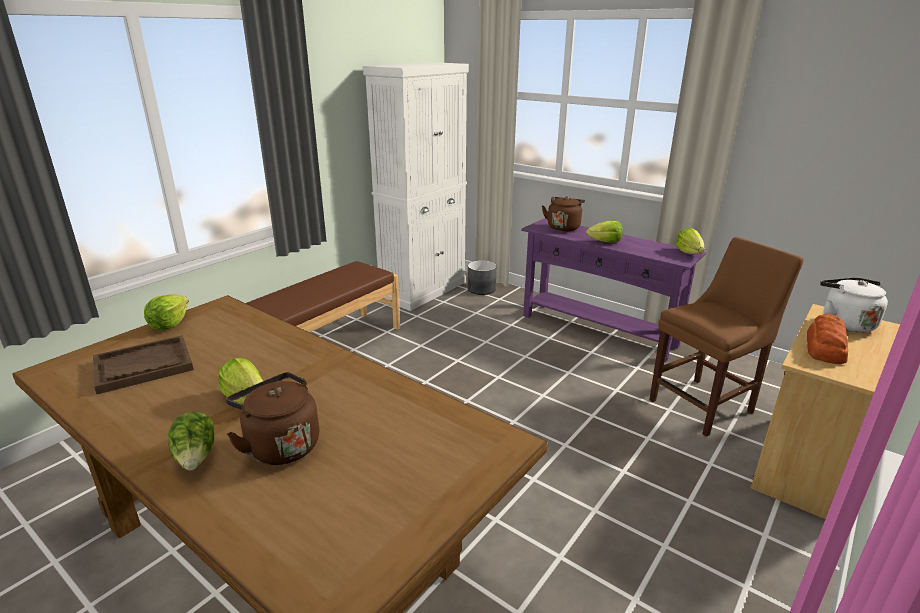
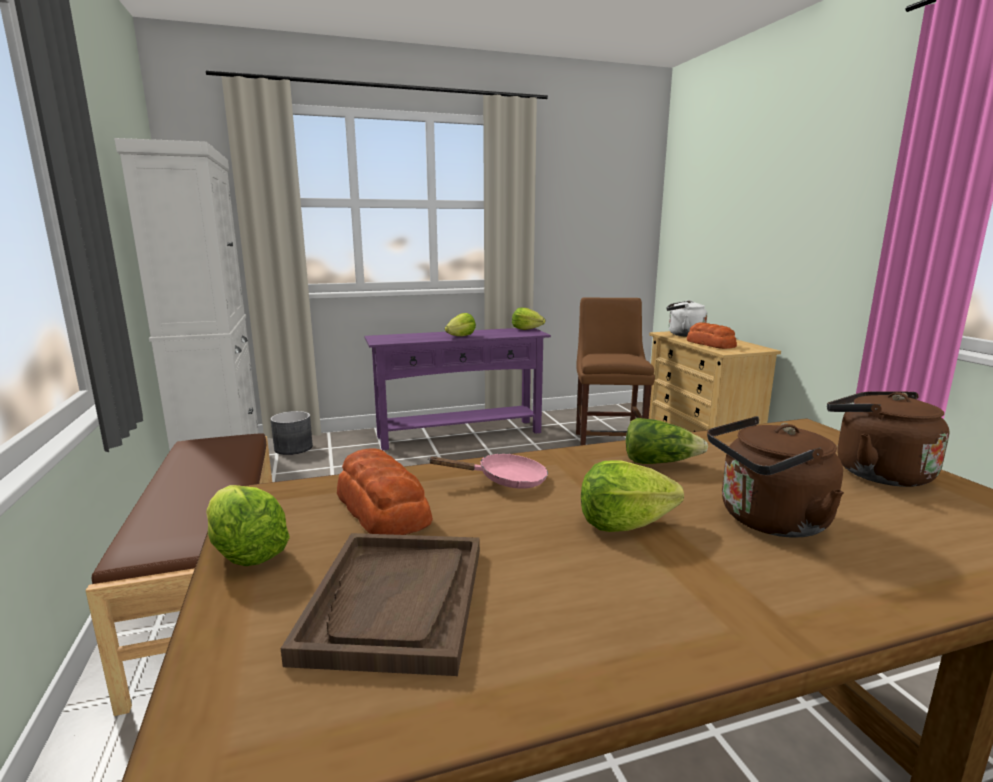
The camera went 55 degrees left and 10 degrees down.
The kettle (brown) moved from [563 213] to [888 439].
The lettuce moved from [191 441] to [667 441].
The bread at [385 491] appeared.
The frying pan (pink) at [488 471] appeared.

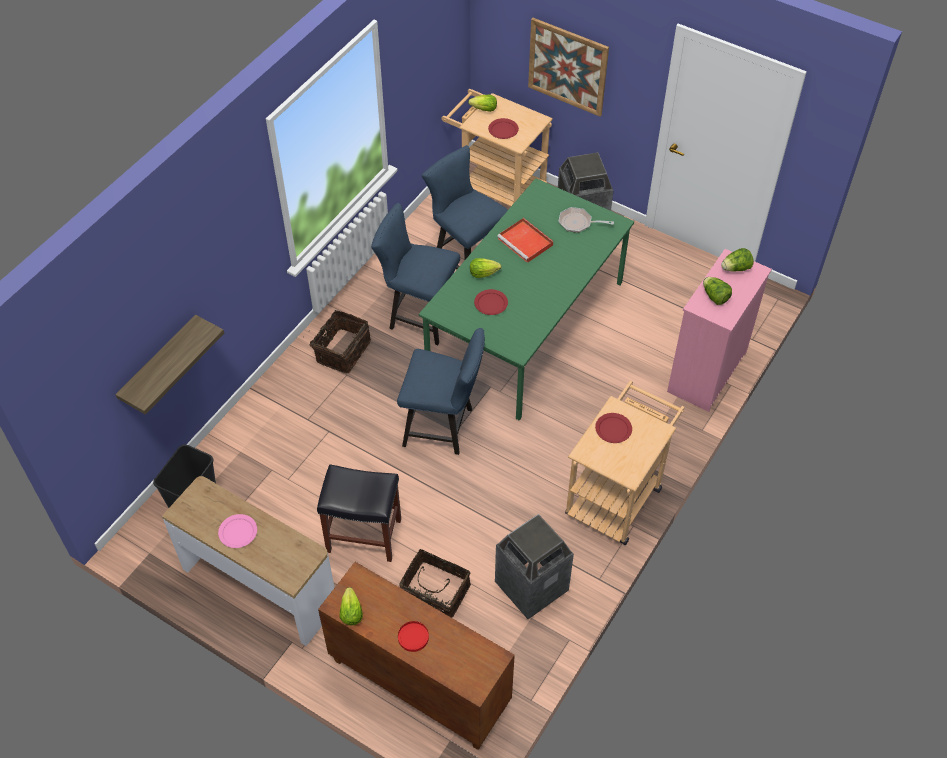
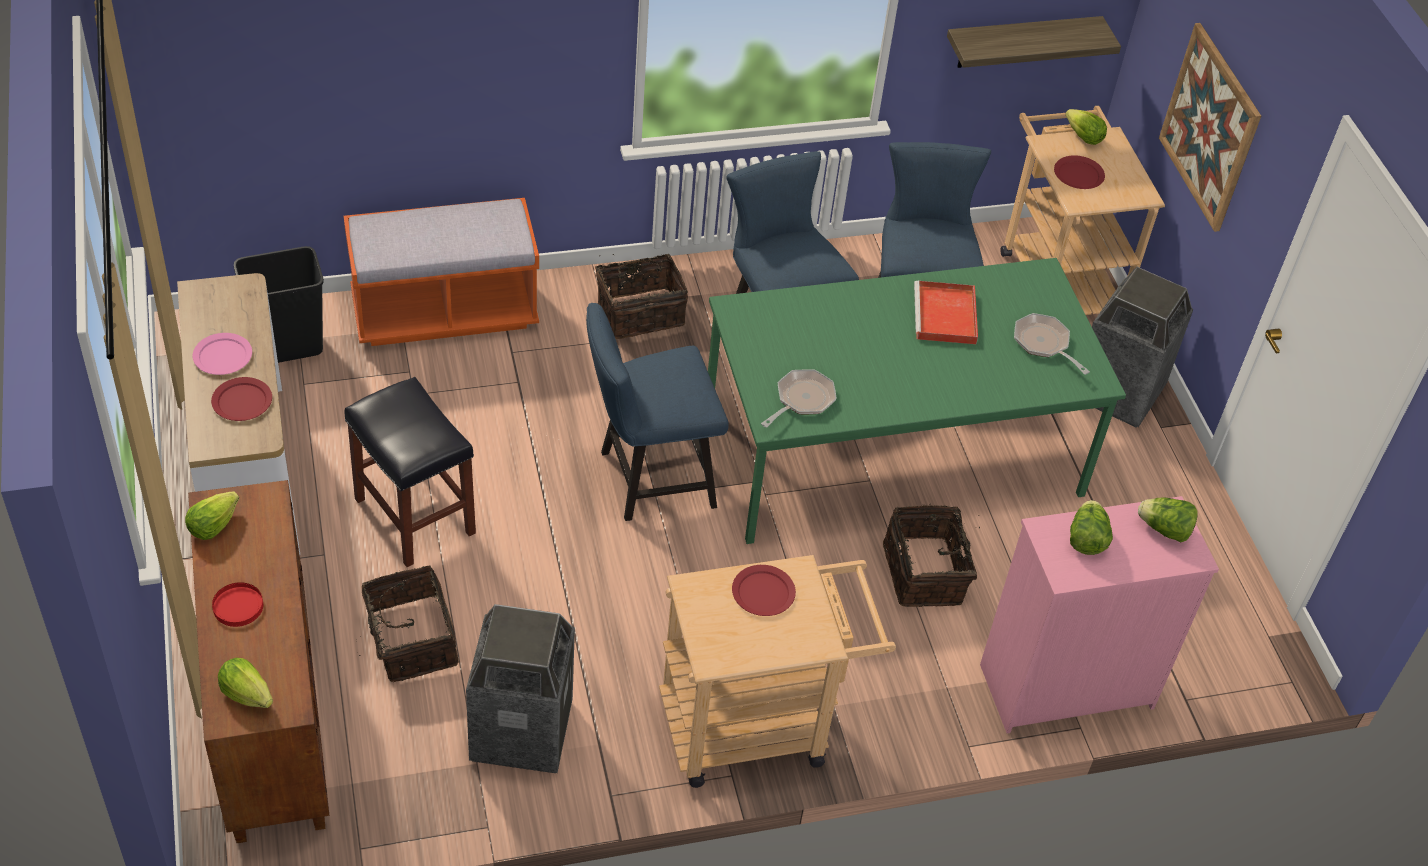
The camera went 40 degrees right and 5 degrees down.
The lettuce moved from [485 268] to [245 683].
The plate (red) moved from [491 302] to [241 399].
The shelf moved from [169 365] to [1034 42].
The chair (blue) at [441 391] turned 105 degrees clockwise.
The bench (orange) at [441 272] appeared.
The frying pan at [799 399] appeared.
The basket at [931 555] appeared.

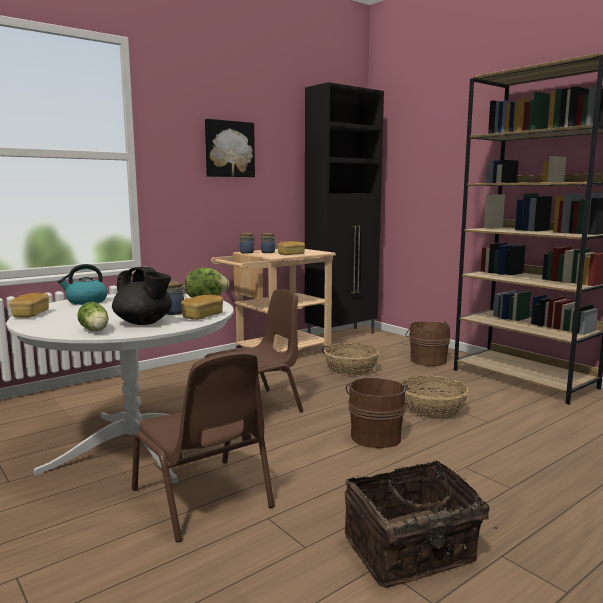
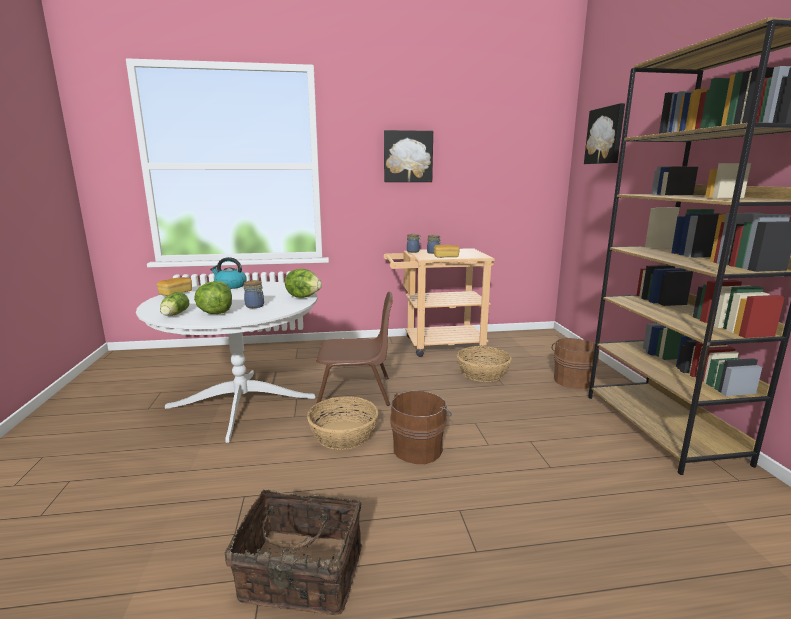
The camera went 30 degrees right and 5 degrees up.
The cabinet (black) at [344 208] disappeared.
The teapot (black) at [142 296] was replaced by the lettuce at [213 297].
The bread at [202 307] disappeared.
The chair (brown) at [203 447] disappeared.
The basket moved from [434 397] to [342 423].
The picture at [604 133] appeared.

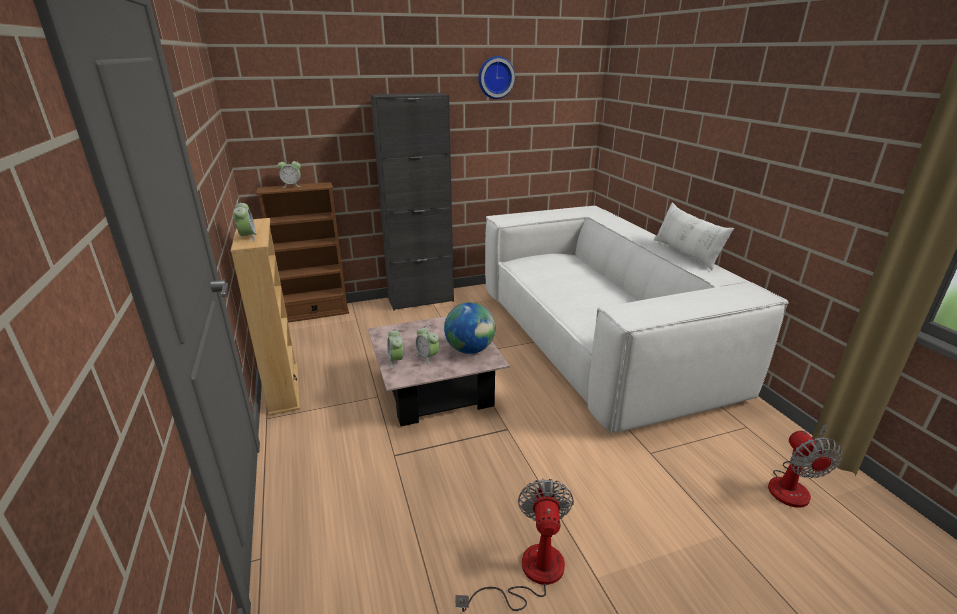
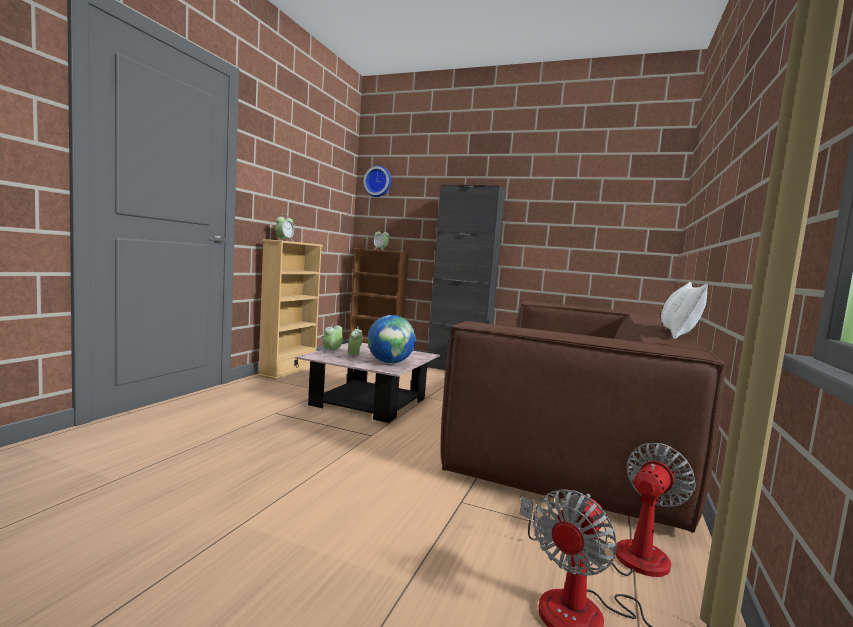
The camera went 40 degrees right and 20 degrees down.
The wall clock moved from [496 77] to [377 181].
The sofa (white) at [637 320] became the sofa (brown) at [583 417].
The fan moved from [514 545] to [608 510].

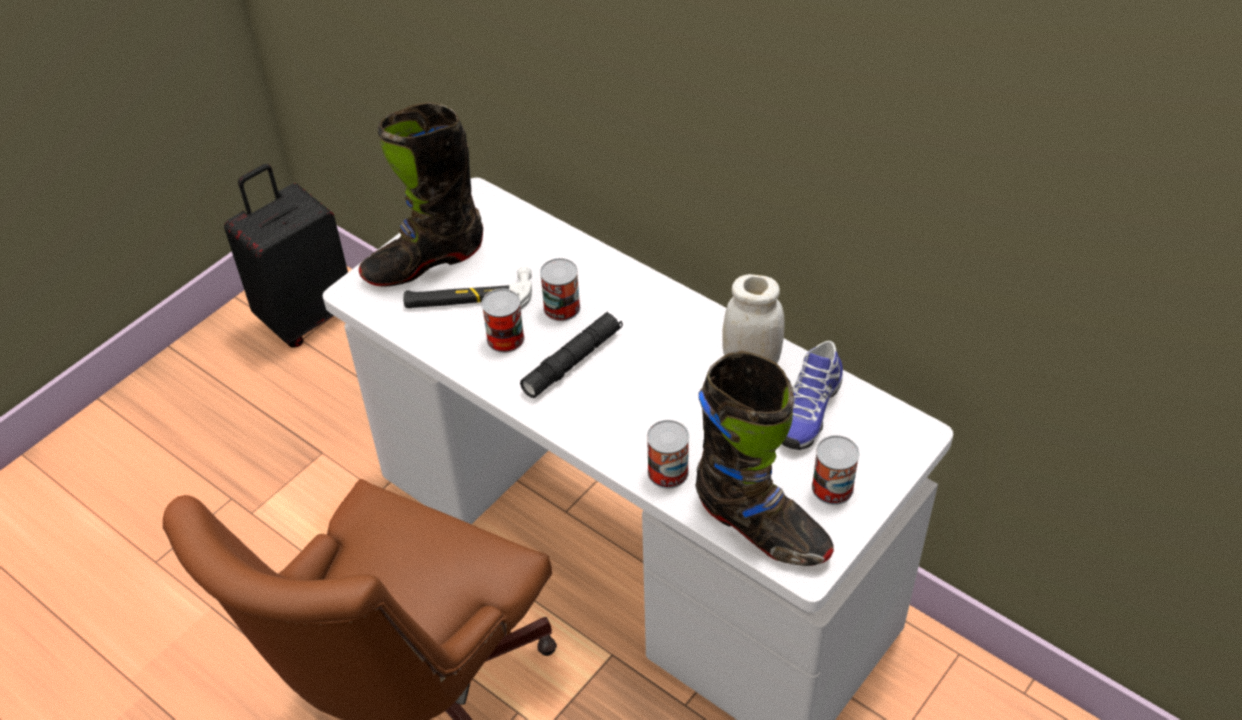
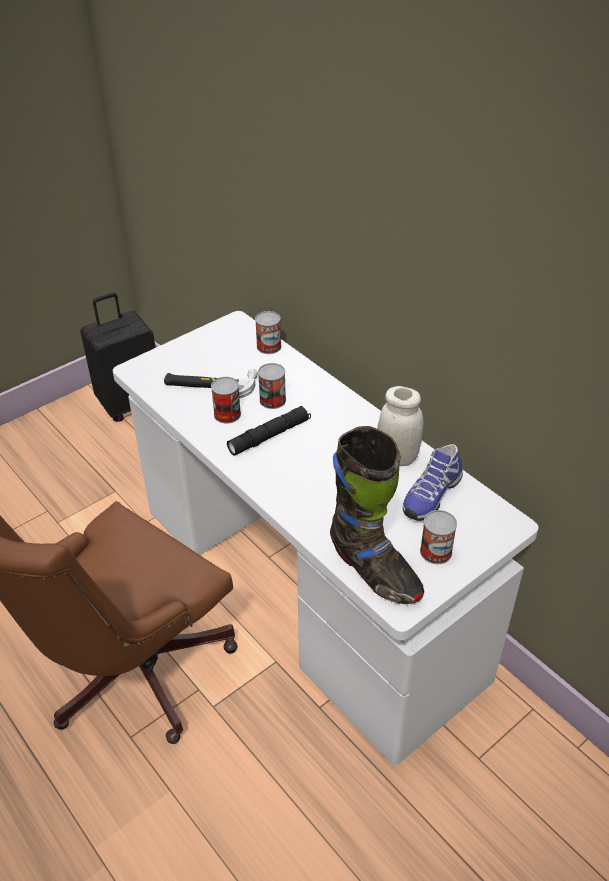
The camera went 10 degrees right and 5 degrees down.
The boot (black) at [421 194] disappeared.
The can moved from [668 454] to [268 332].

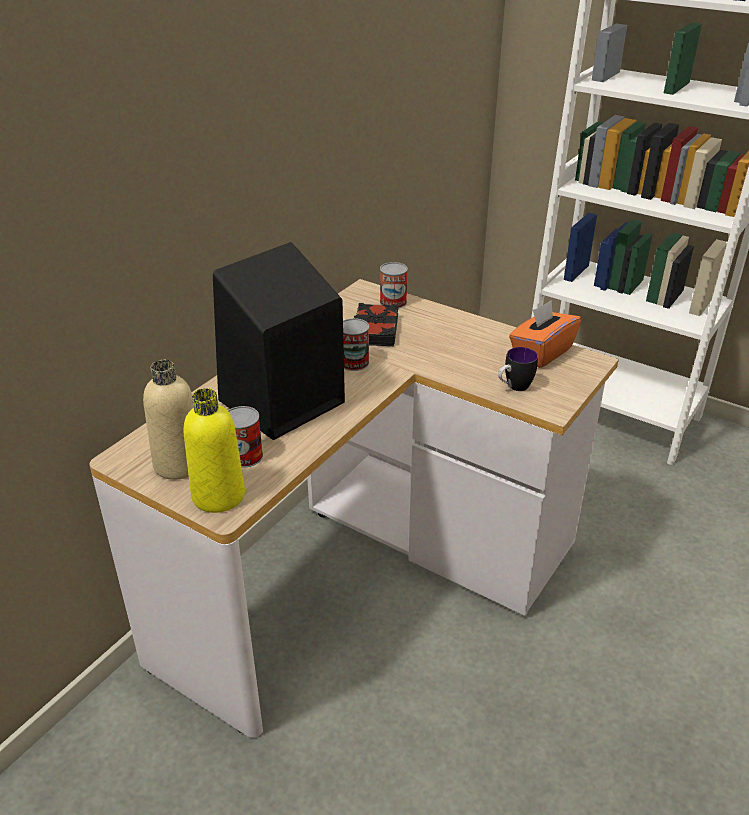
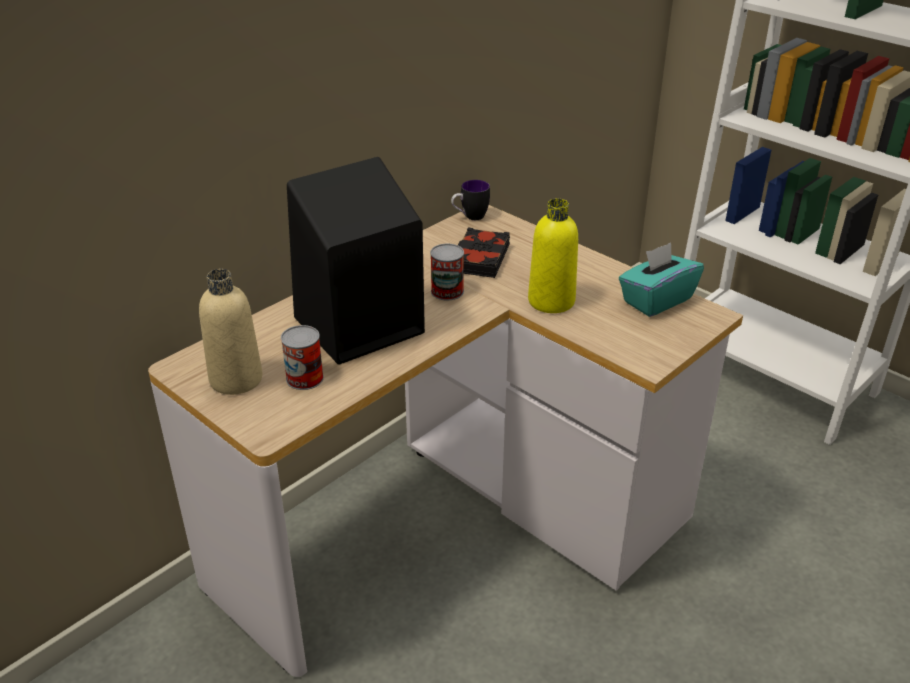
The camera went 10 degrees right and 0 degrees up.
The can at [394 285] disappeared.
The tissue box (orange) at [545 334] became the tissue box (turquoise) at [661 279].
The mug moved from [518 369] to [470 200].
The bottle (yellow) moved from [214 450] to [553 255].

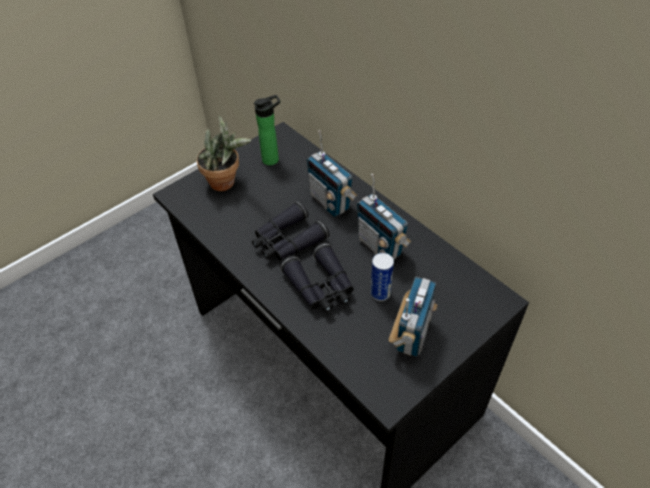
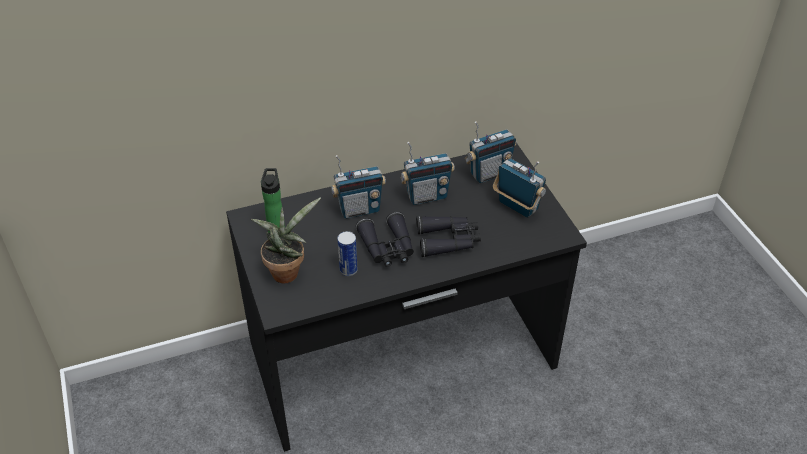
The camera went 70 degrees left and 5 degrees down.
The can moved from [382 277] to [347 253].
The radio at [491 152] appeared.

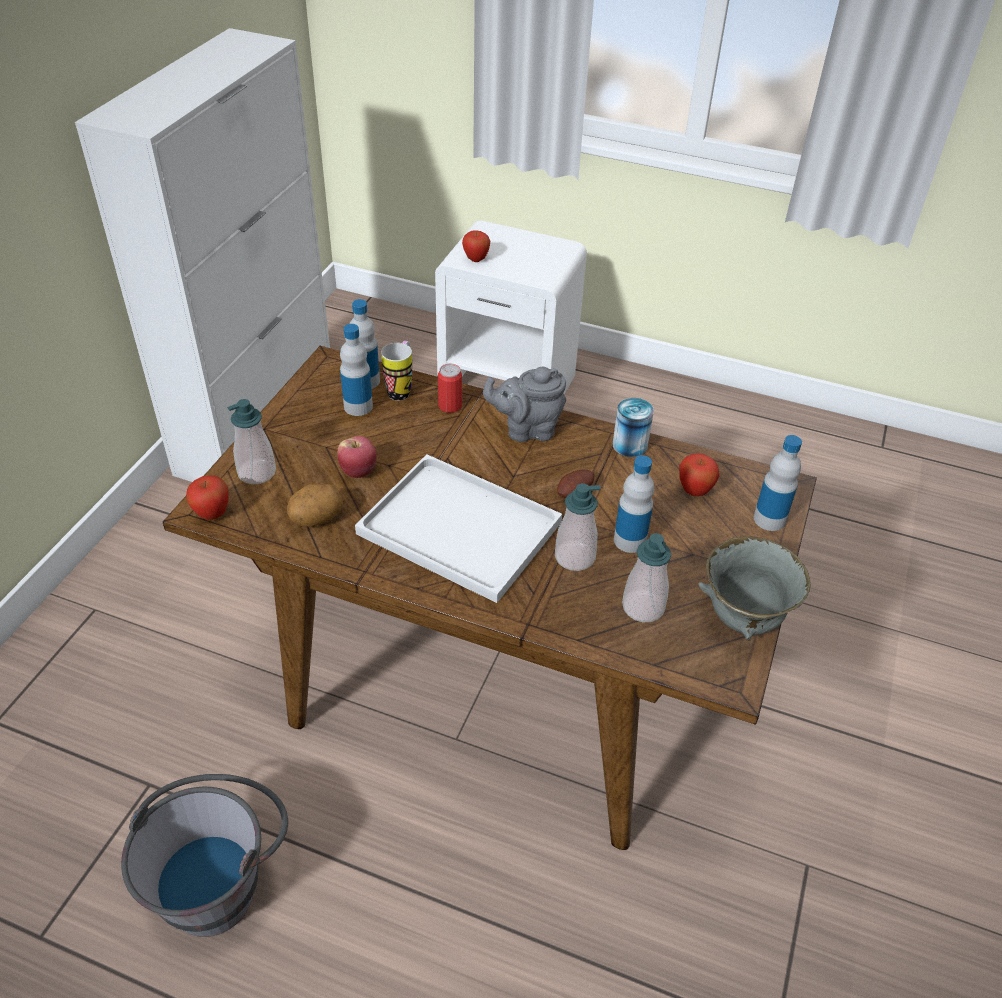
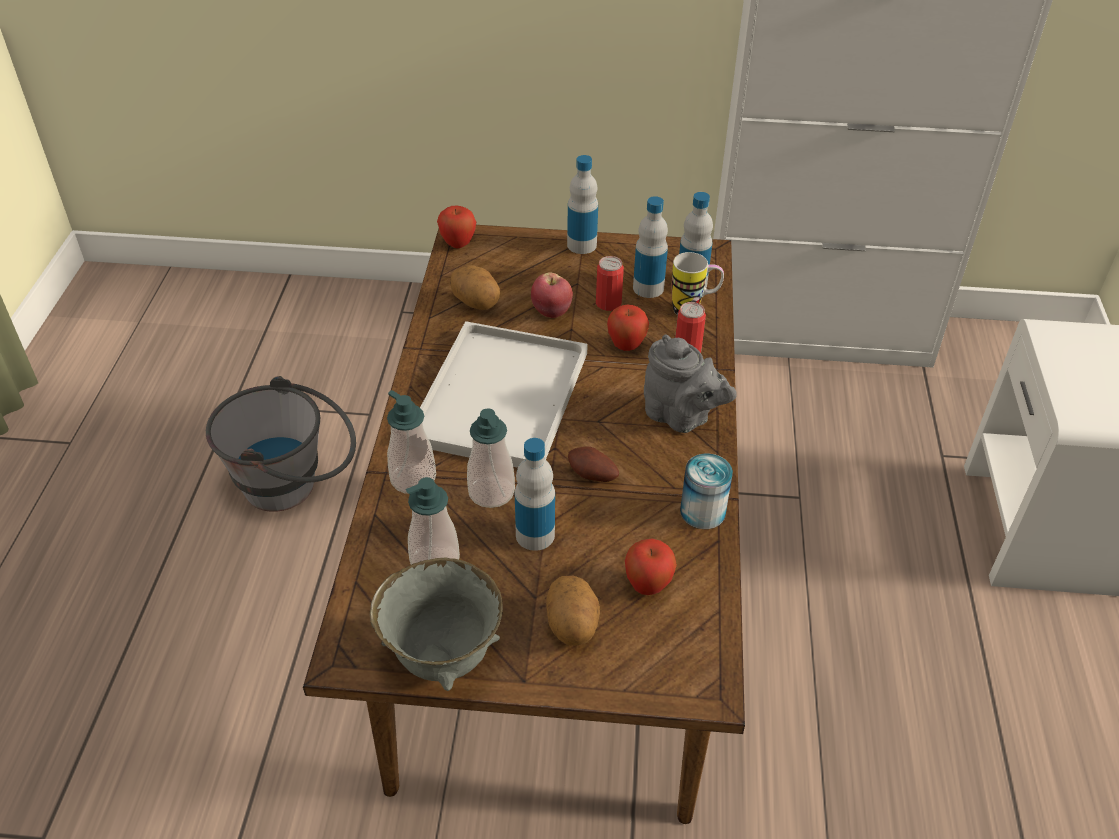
The camera went 75 degrees right and 0 degrees up.
The apple moved from [476 246] to [628 327].
The teapot (grey) at [524 404] turned 150 degrees clockwise.
The soap dispenser moved from [251 441] to [411 442].
The bottle moved from [778 483] to [582 204].
The can at [610 283] appeared.
The potato at [573 611] appeared.

